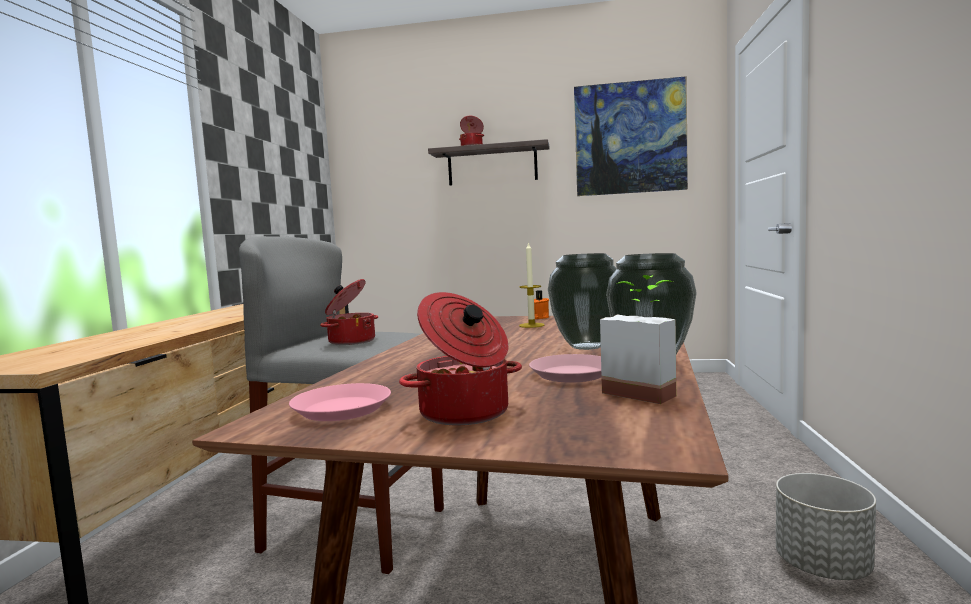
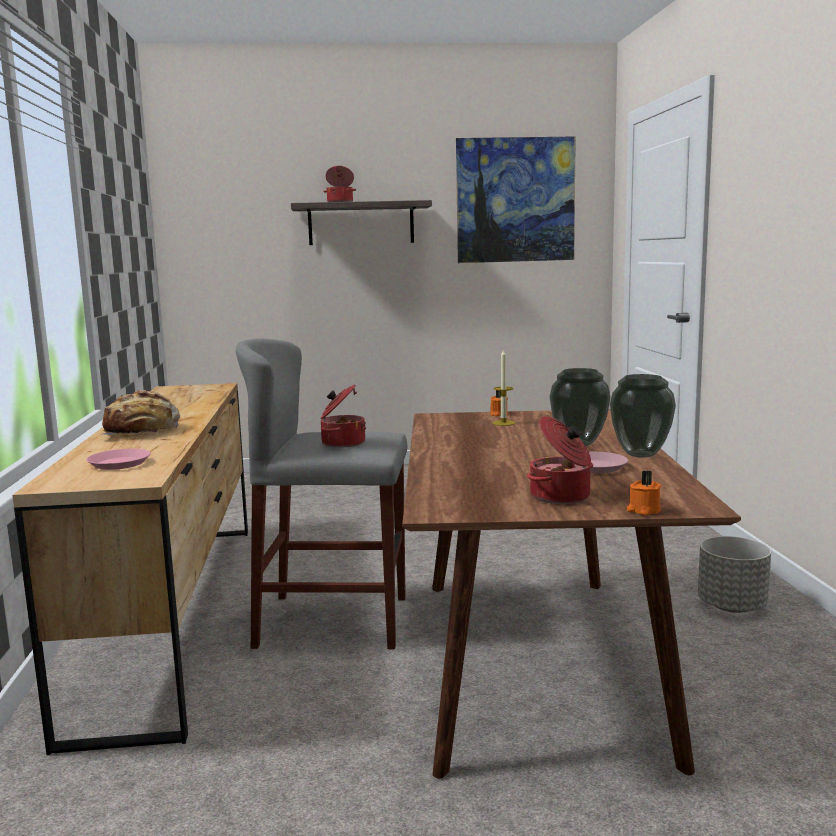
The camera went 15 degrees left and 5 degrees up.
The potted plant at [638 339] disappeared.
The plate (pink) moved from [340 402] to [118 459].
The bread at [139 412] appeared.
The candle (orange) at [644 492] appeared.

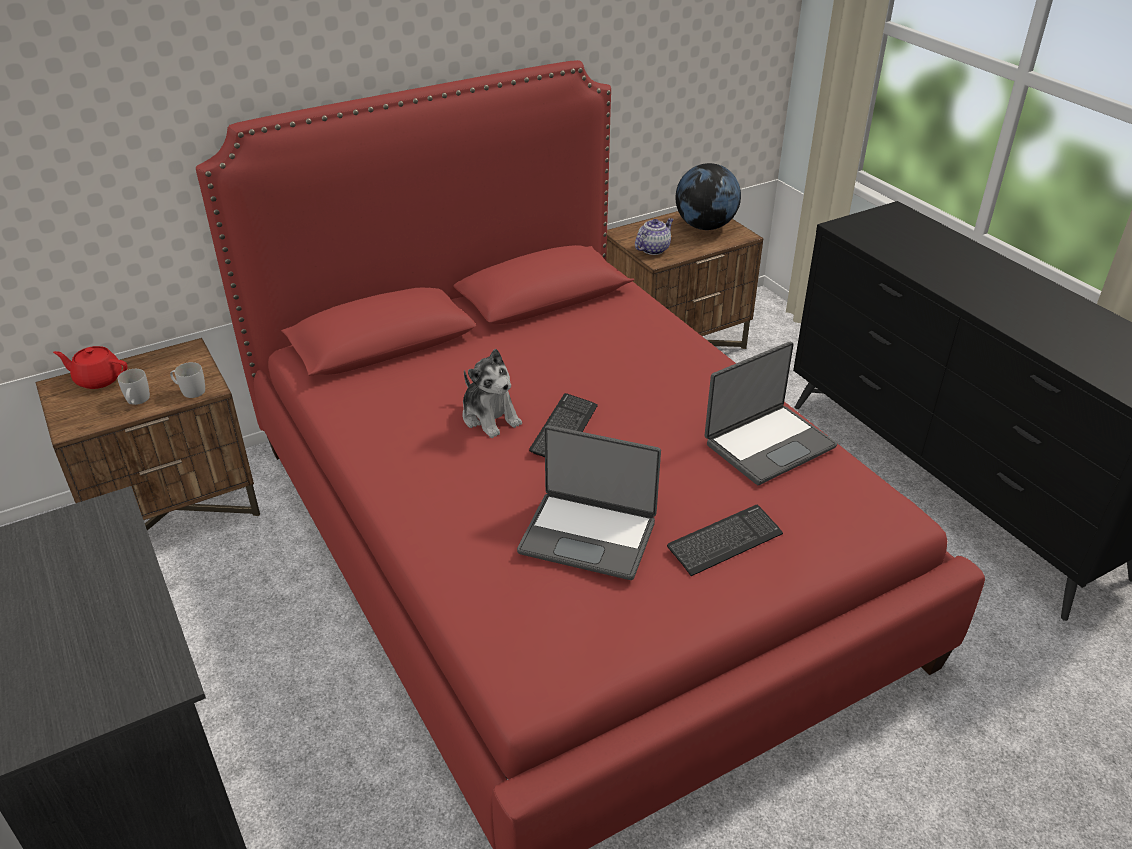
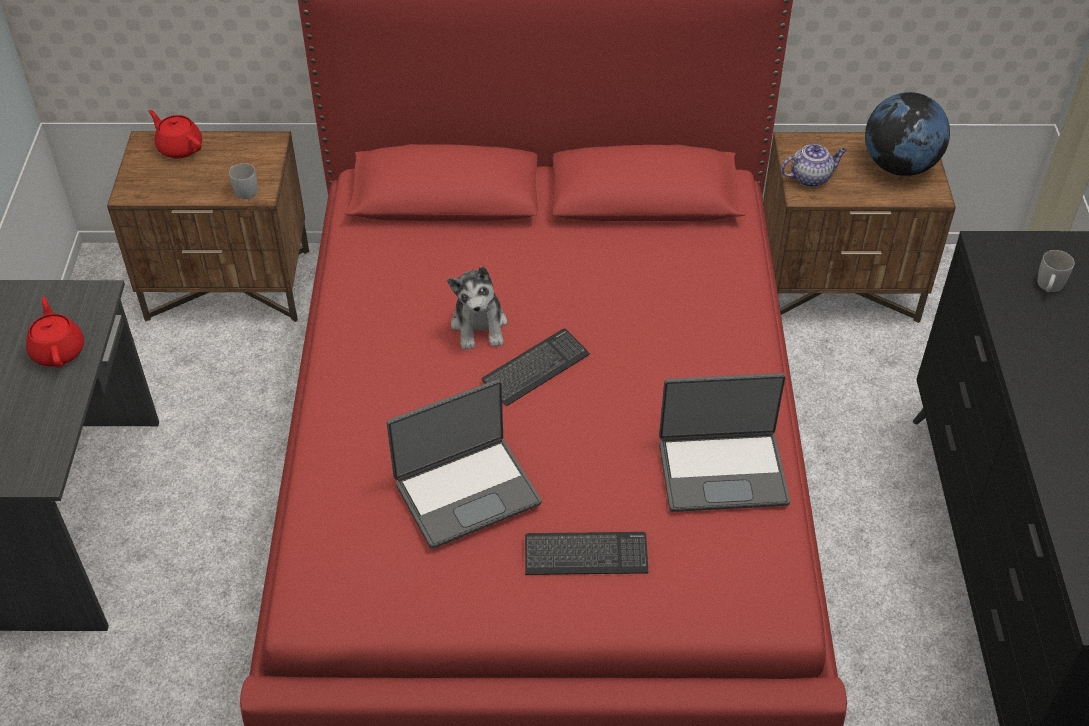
The camera went 30 degrees right and 10 degrees up.
The mug (white) moved from [133 387] to [1055 271].
The laptop at [589 502] turned 75 degrees counterclockwise.
The teapot (red) at [55 332] appeared.

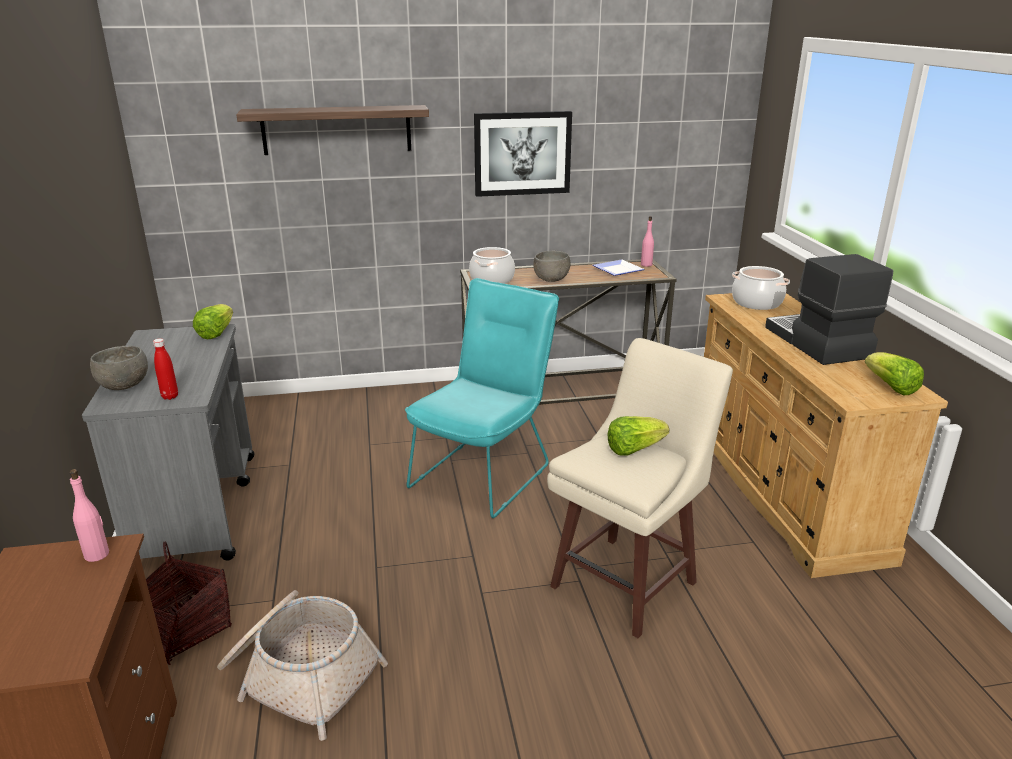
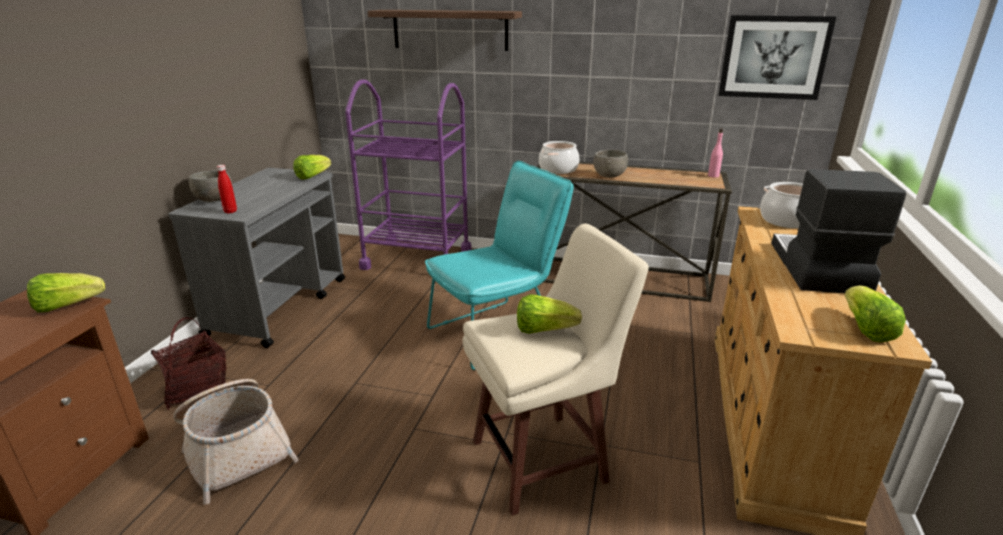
The camera went 25 degrees right and 0 degrees up.
The picture moved from [523 154] to [777 57].
The plate at [618 267] disappeared.
The bottle (pink) at [89 515] was replaced by the lettuce at [66 292].
The cart (purple) at [408 174] appeared.

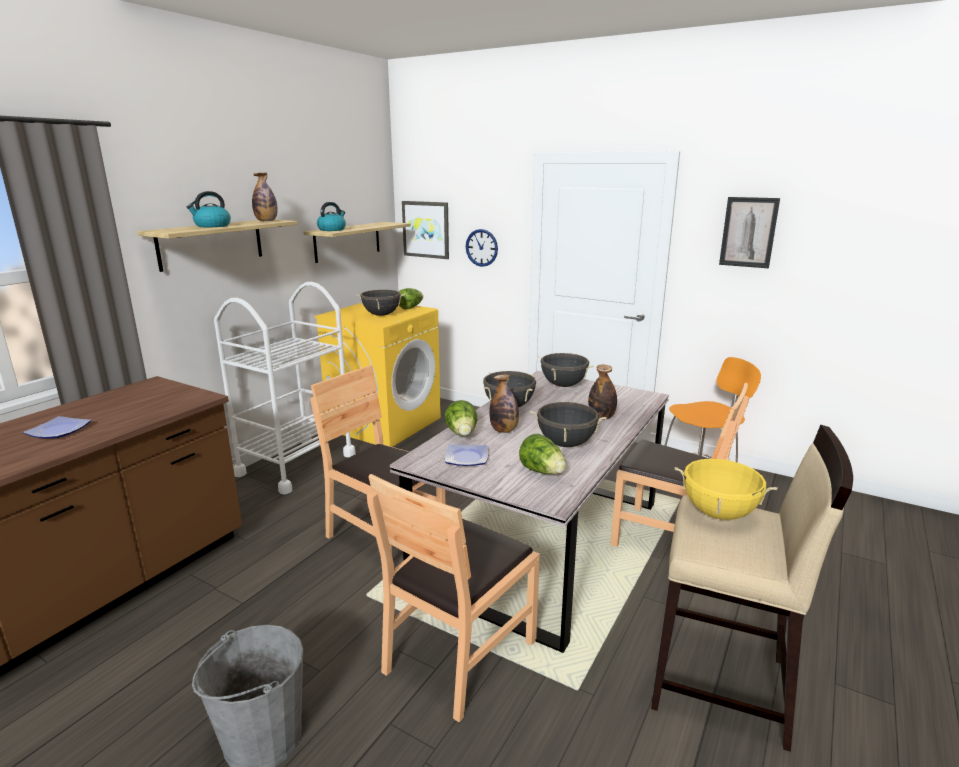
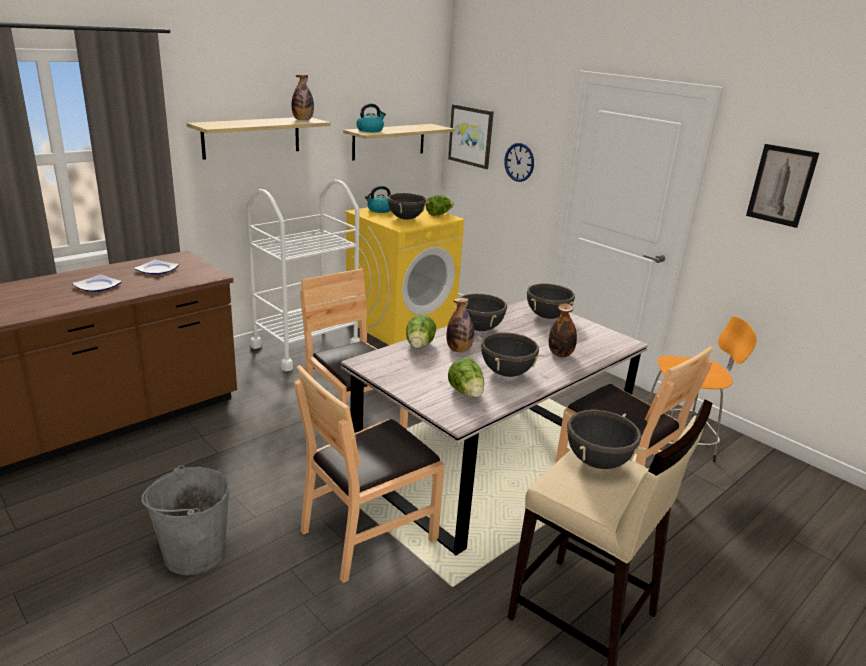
The camera went 15 degrees right and 5 degrees up.
The kettle moved from [208 209] to [378 199].
The plate moved from [466 455] to [156 267].
The cooking pot (yellow) at [726 489] became the cooking pot (black) at [605 439].

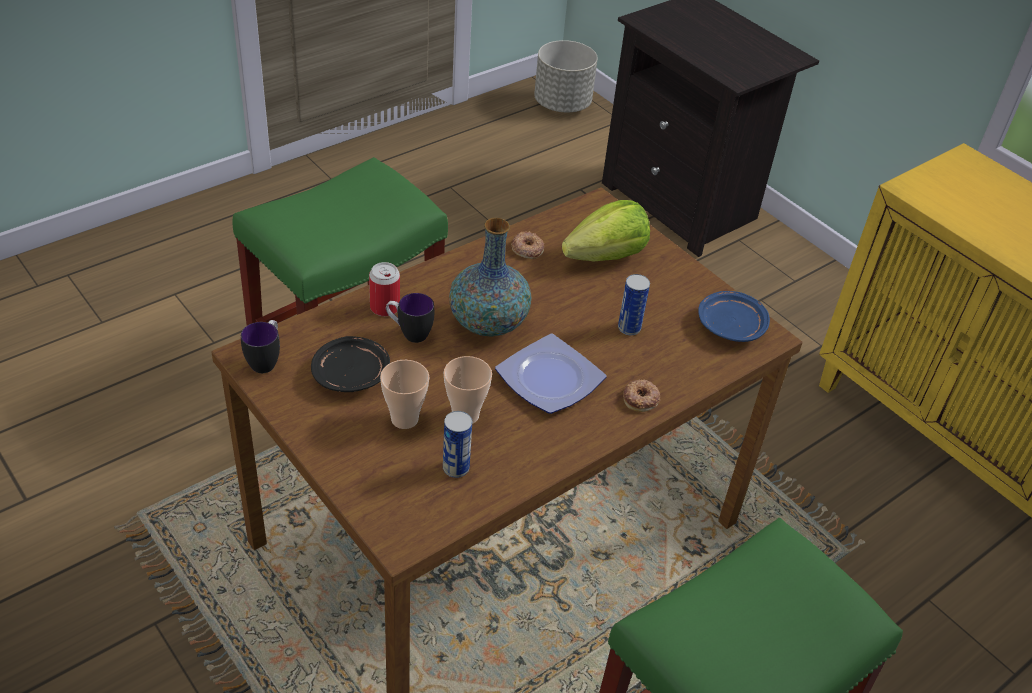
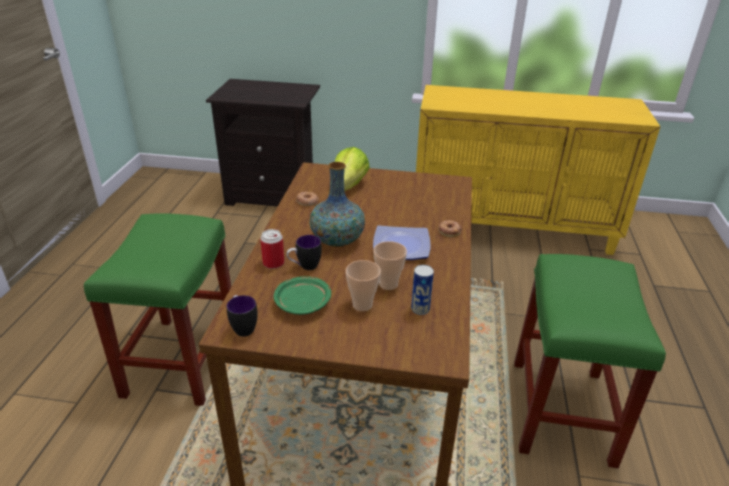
The camera went 40 degrees left and 10 degrees down.
The planter (grey) at [566 76] disappeared.
The can at [634 304] disappeared.
The plate (blue) at [734 316] disappeared.
The plate (black) at [350 364] became the plate (green) at [302 295].

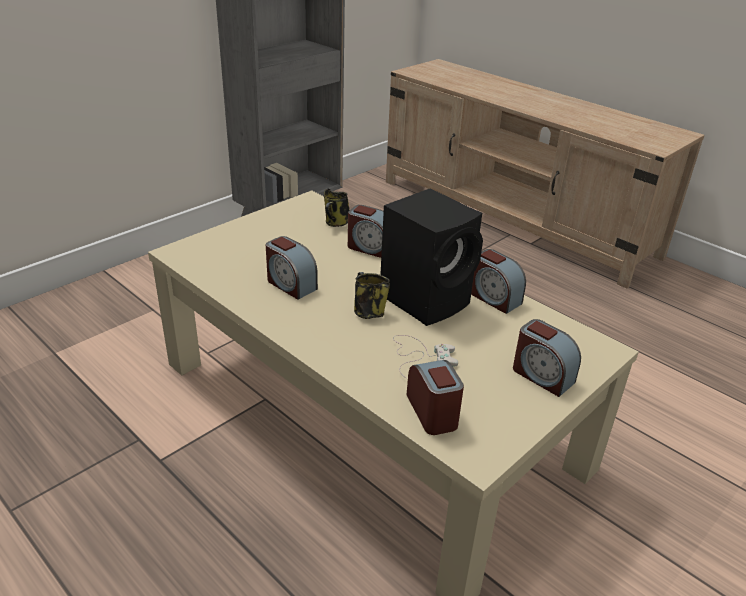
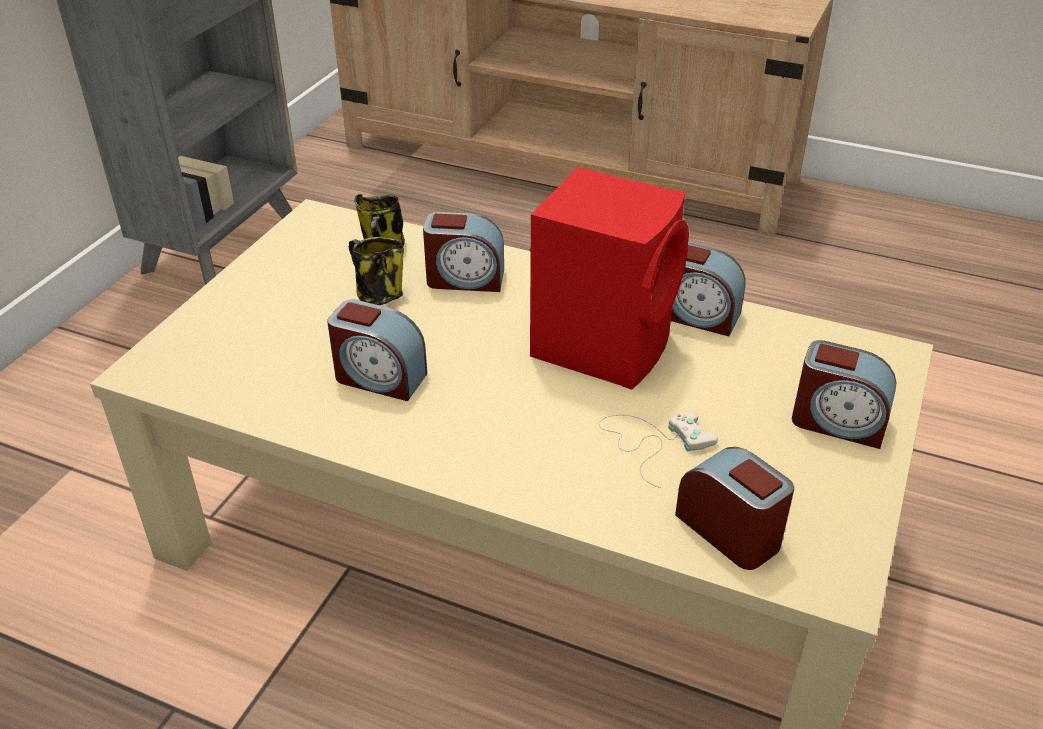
The camera went 20 degrees left and 5 degrees up.
The speaker (black) at [431 257] became the speaker (red) at [609 278].
The mug moved from [372 295] to [376 271].

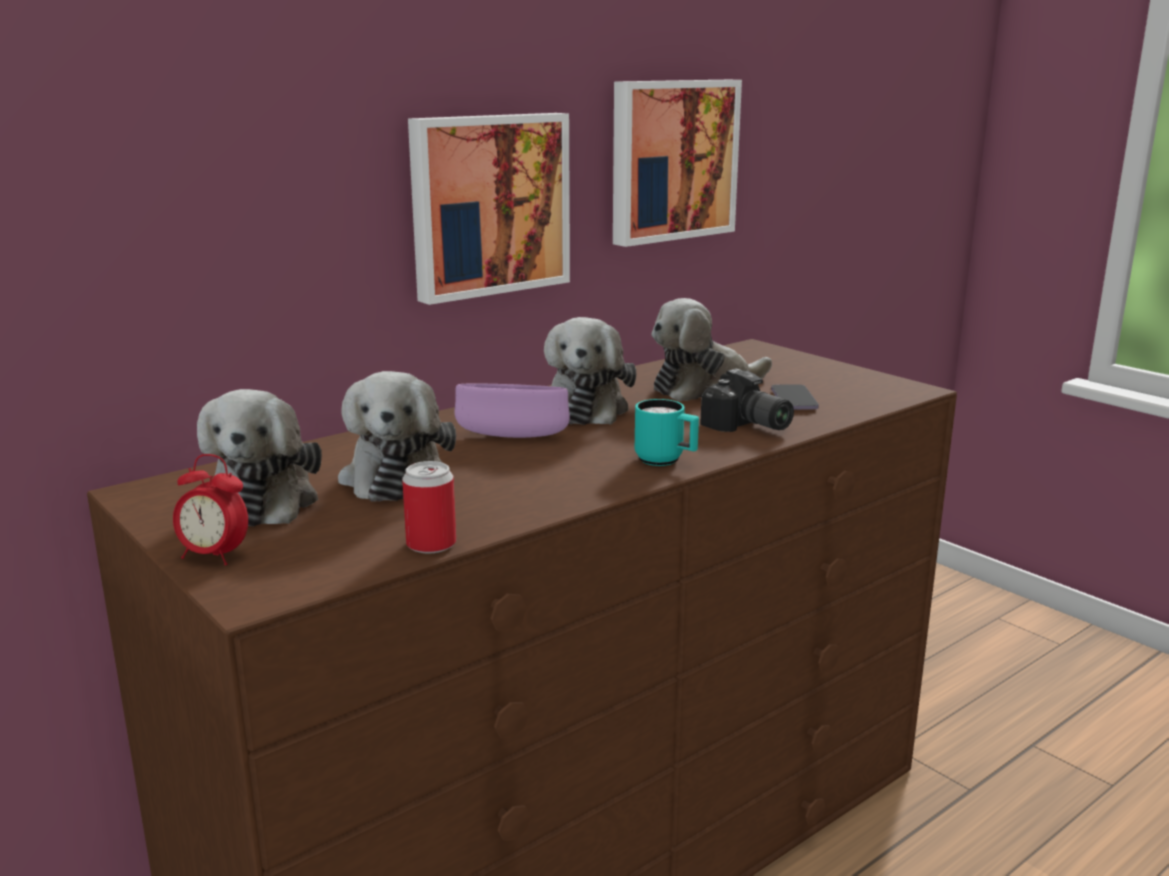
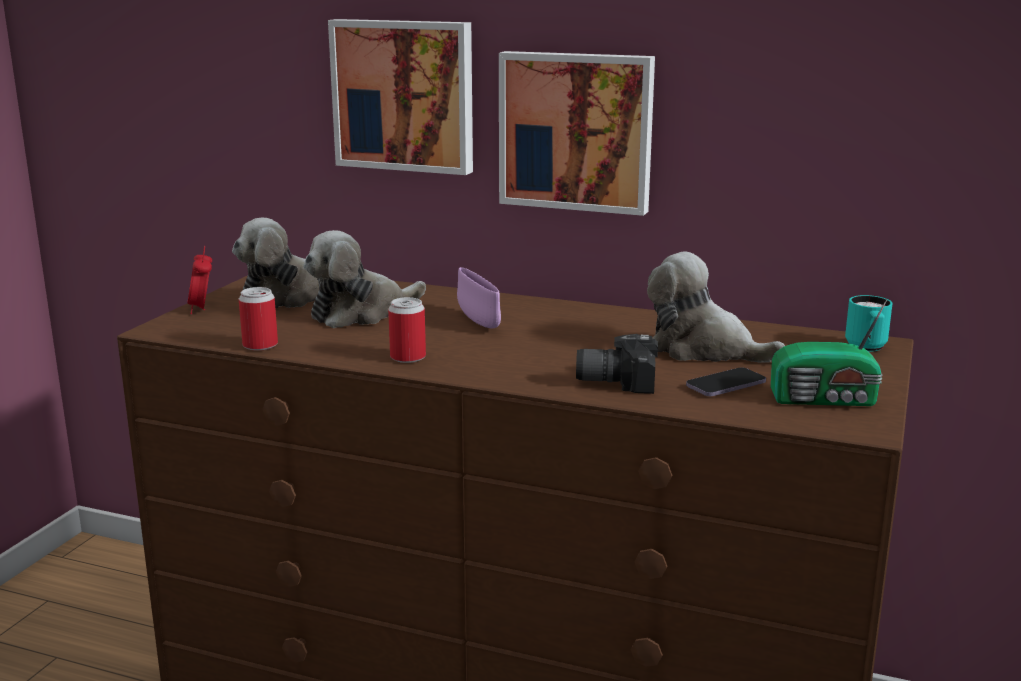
The camera went 60 degrees right and 0 degrees up.
The picture moved from [677 163] to [400 97].
The plush toy at [590 371] disappeared.
The photo camera at [747 400] turned 75 degrees clockwise.
The mug (turquoise) moved from [667 432] to [869 323].
The can at [407 330] appeared.
The radio at [829 352] appeared.

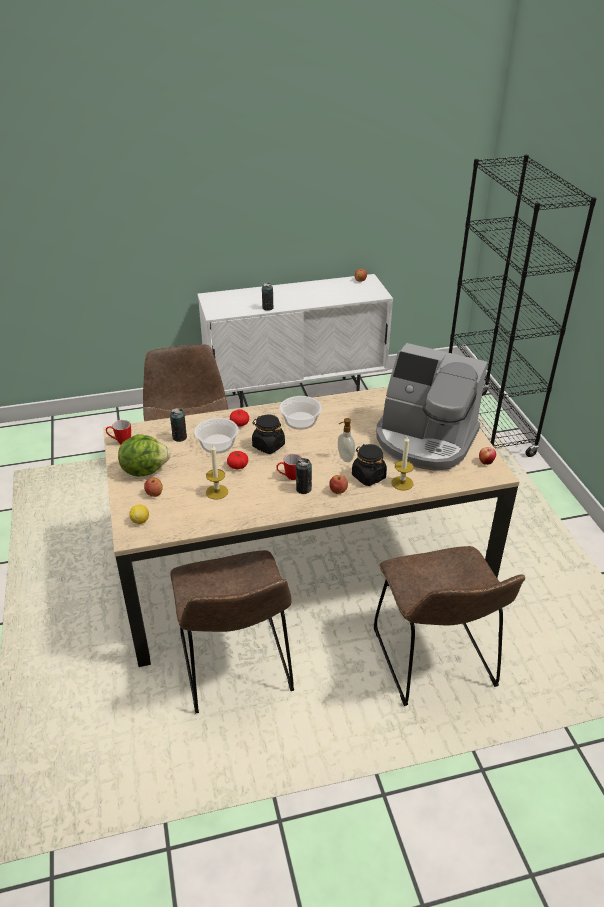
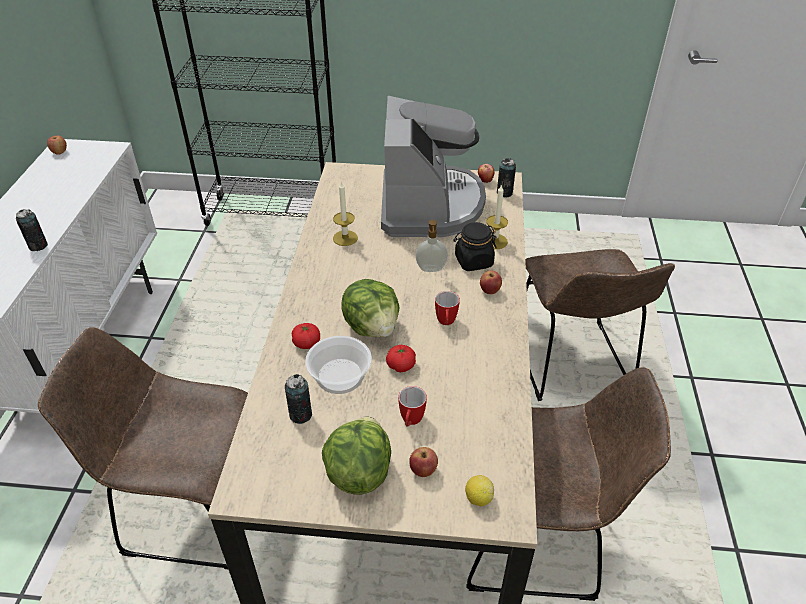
The camera went 70 degrees left and 5 degrees up.
The coffee machine at [432 407] turned 45 degrees counterclockwise.
The bowl at [300 413] disappeared.
The jar (black) at [268 434] was replaced by the lettuce at [370 308].
The mug moved from [118 432] to [412 406].
The candle moved from [217 472] to [345 213].
The can moved from [304 476] to [506 177].
The chair (brown) at [449 626] turned 75 degrees clockwise.

